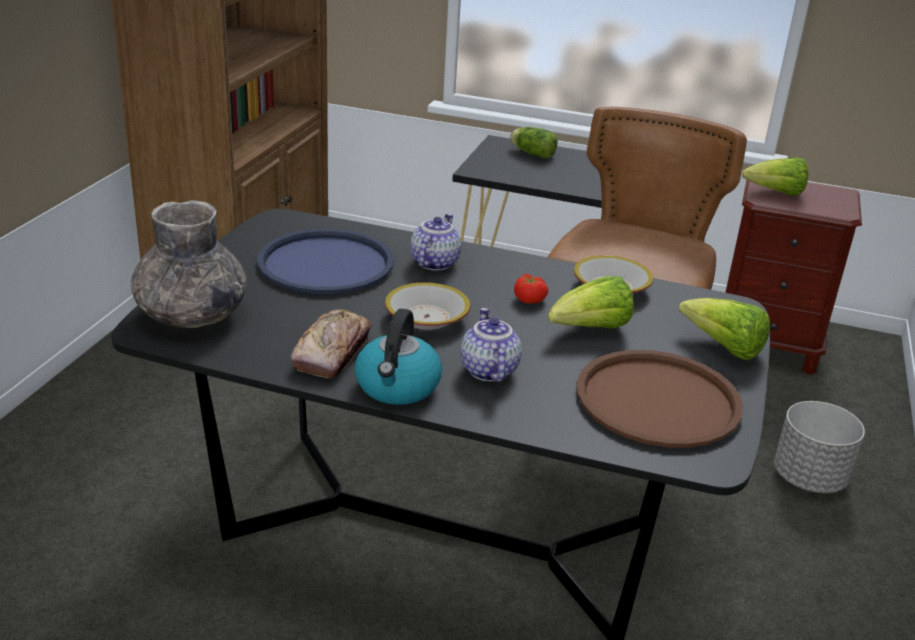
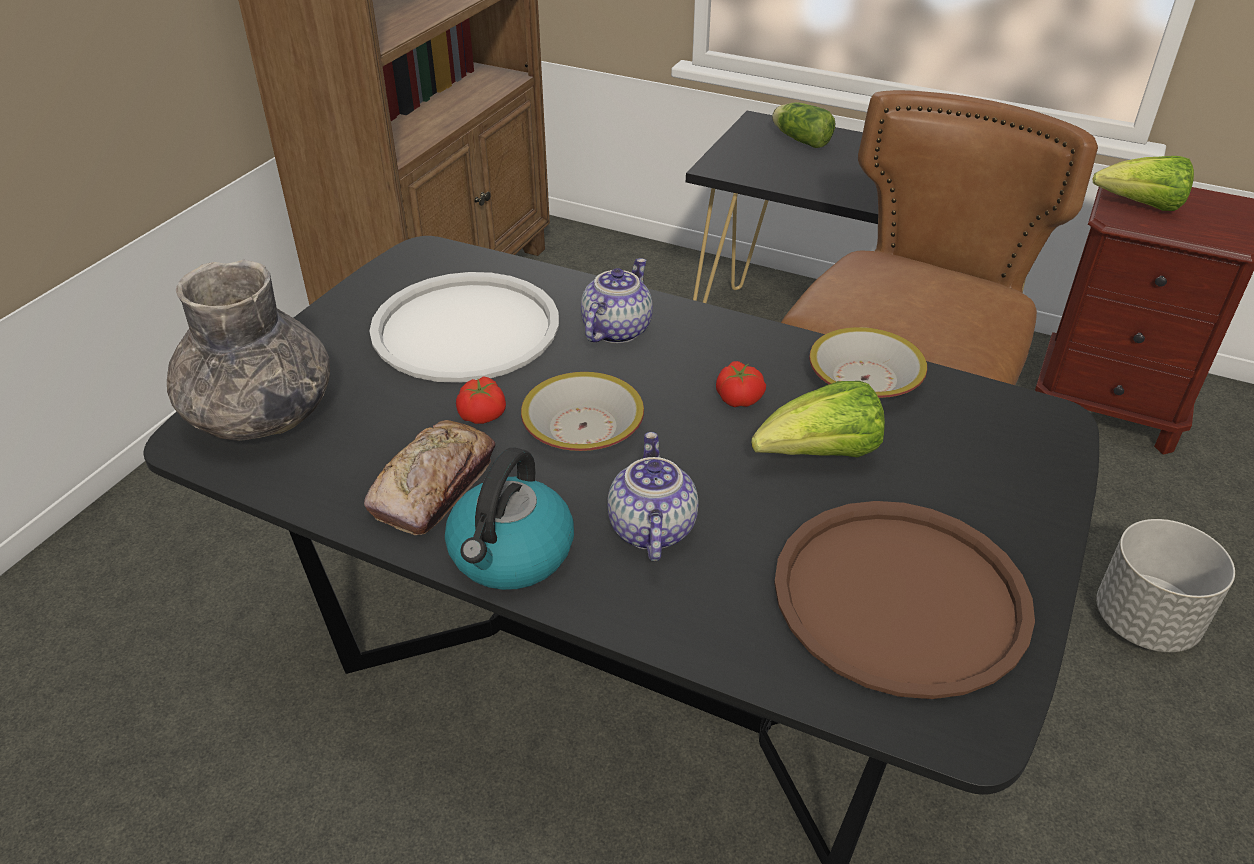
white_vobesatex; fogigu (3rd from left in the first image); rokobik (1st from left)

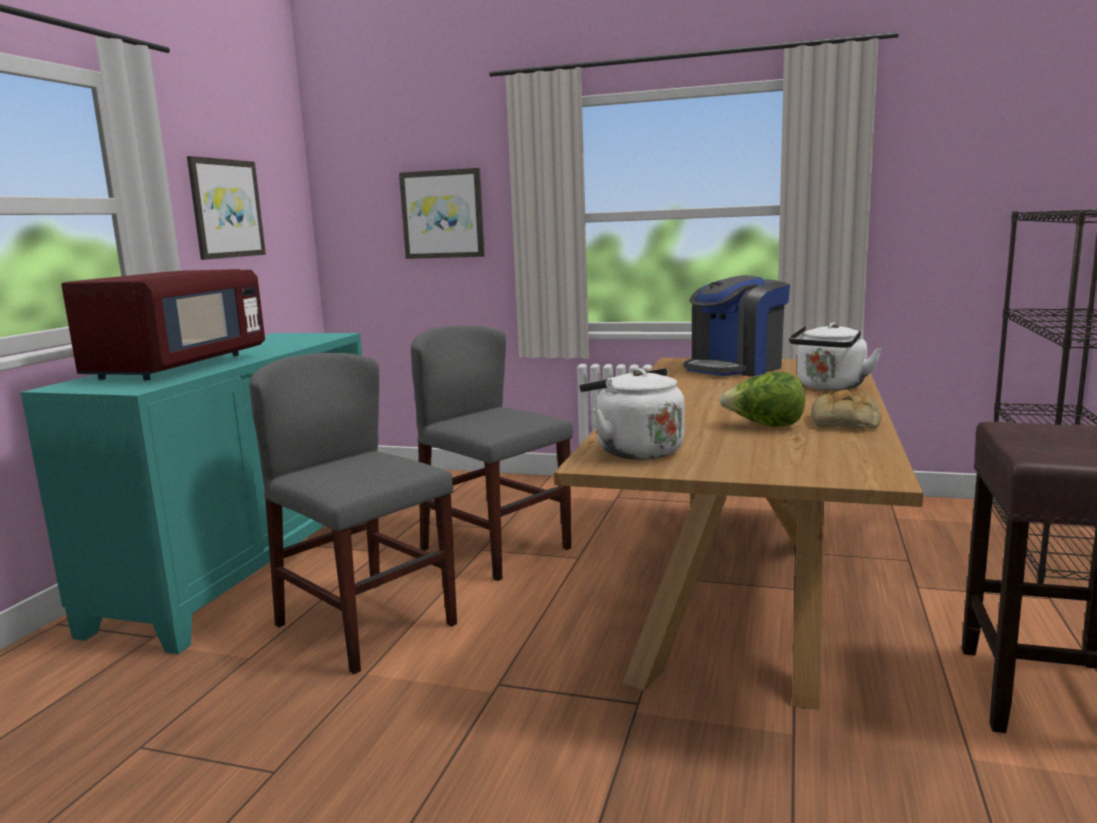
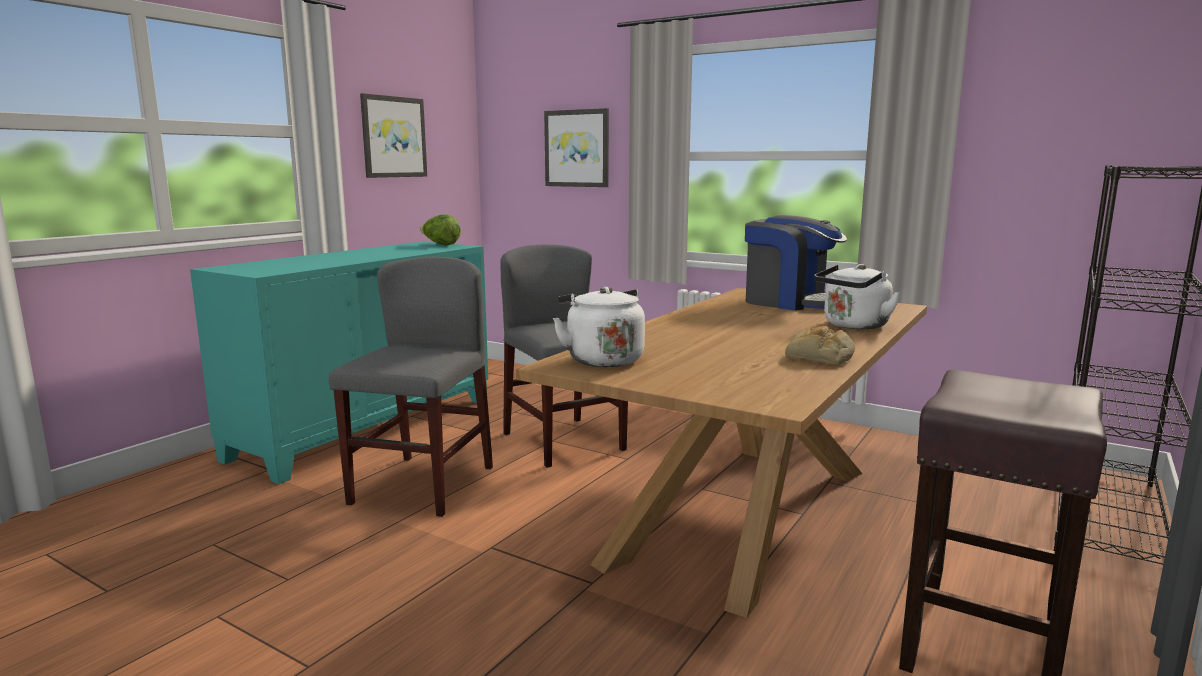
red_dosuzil; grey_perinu (1st from left); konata; fogigu

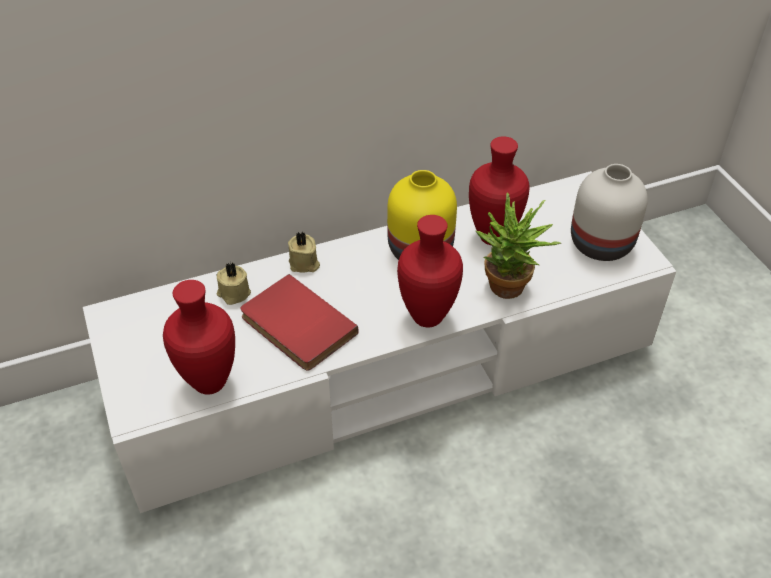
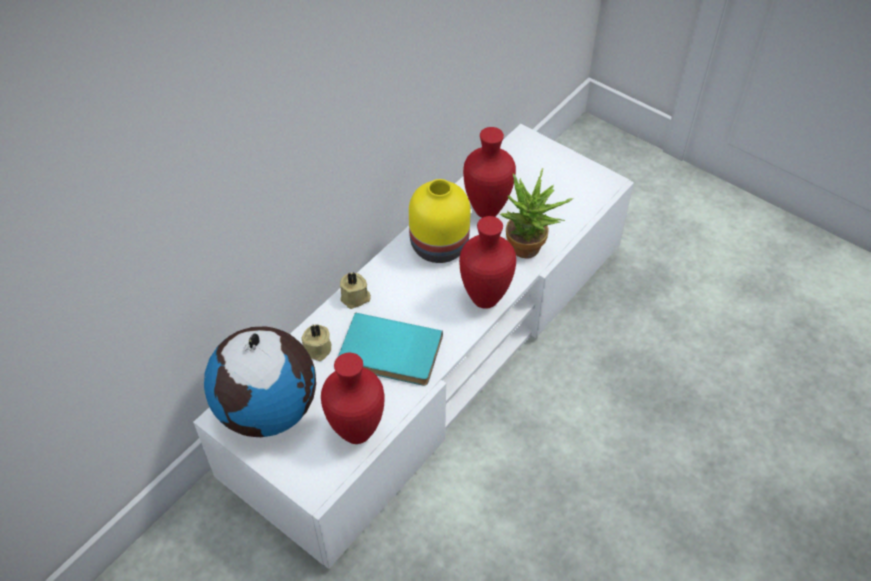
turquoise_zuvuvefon; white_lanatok; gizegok

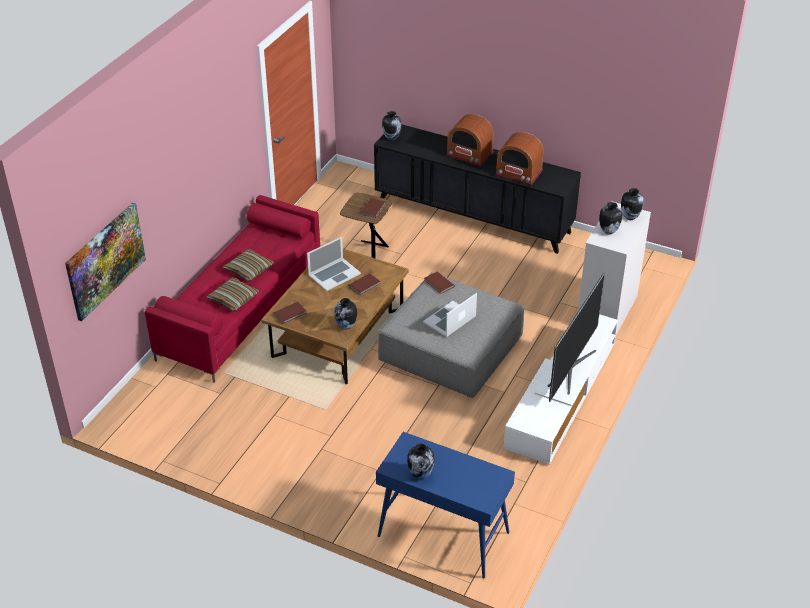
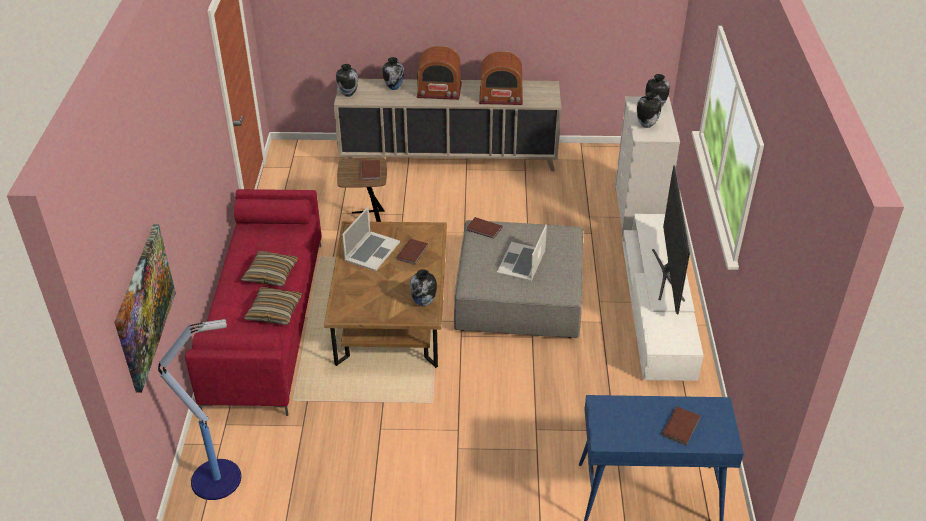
brown_zuvuvefon (4th from left); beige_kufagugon; lanatok (2nd from left); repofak

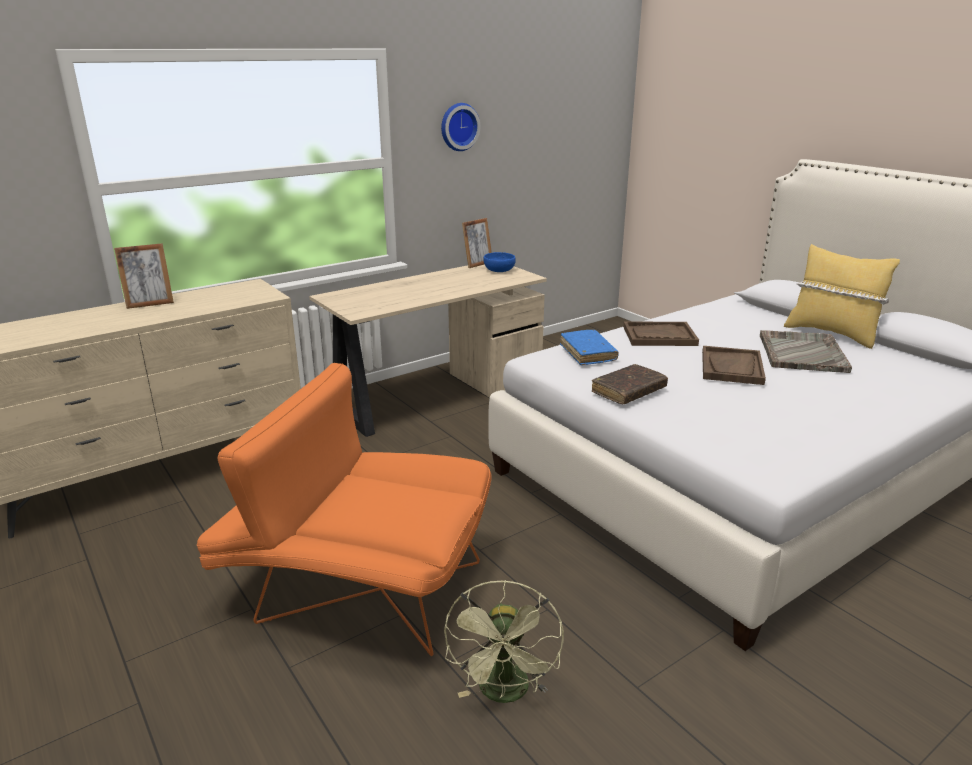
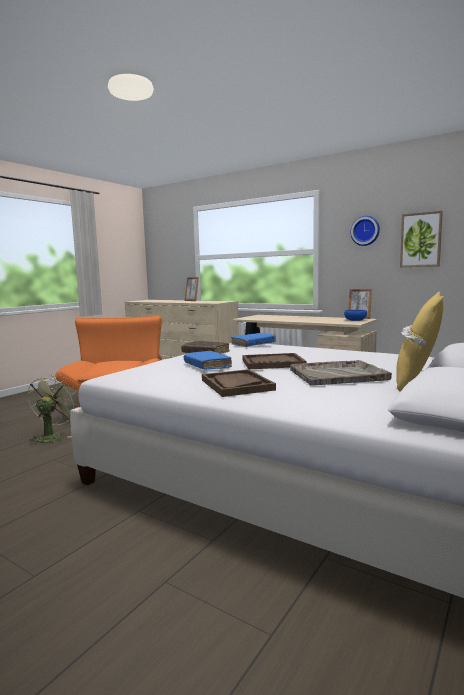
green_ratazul; brown_vobesatex (1st from left); blue_zuvuvefon (1st from left); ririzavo

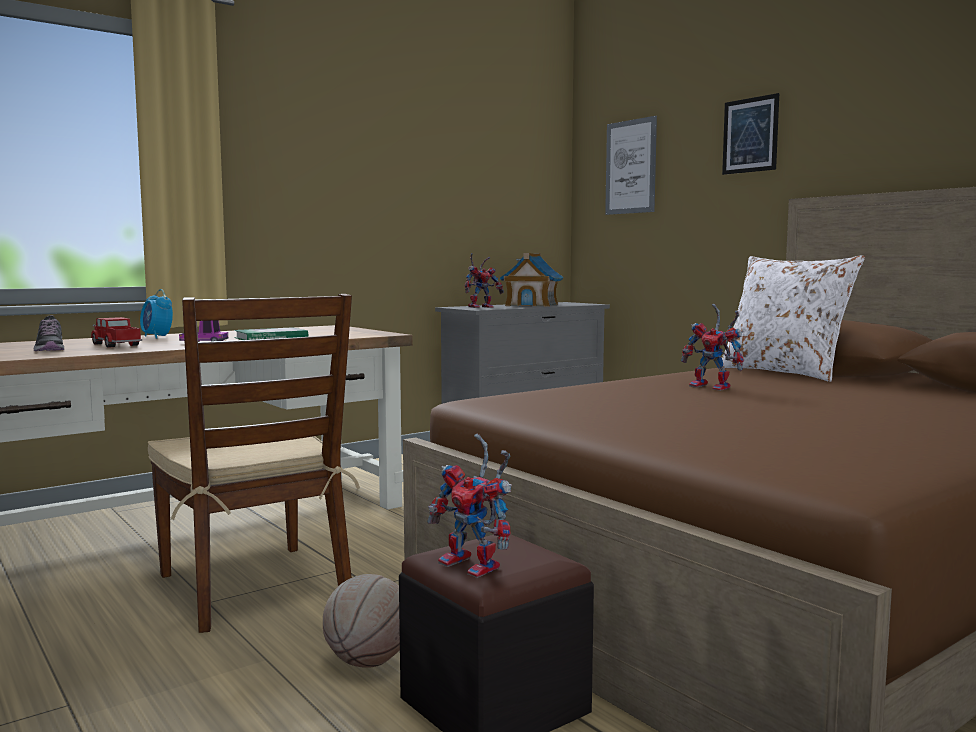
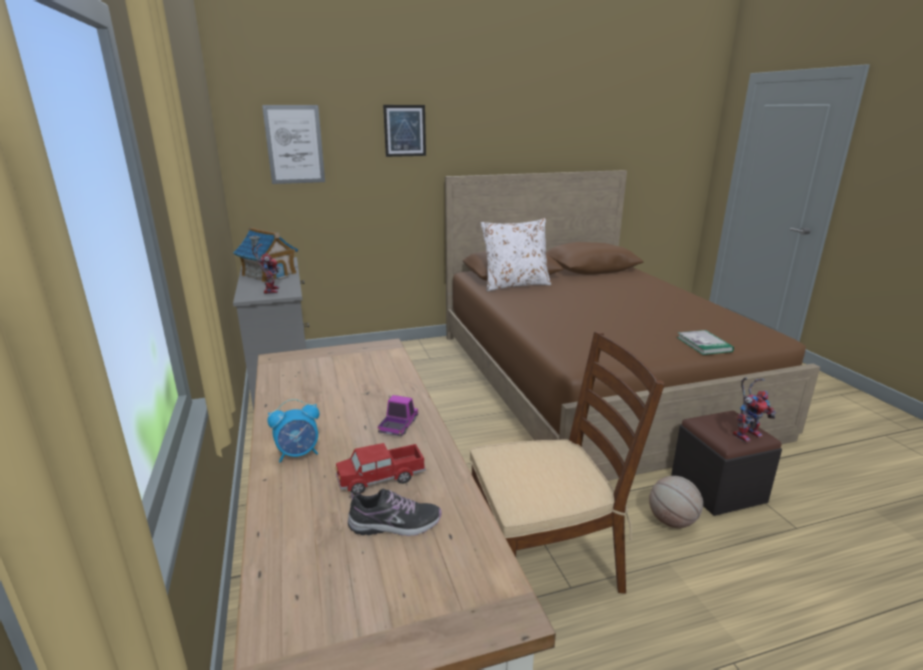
zuvuvefon; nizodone (3rd from left in the first image)

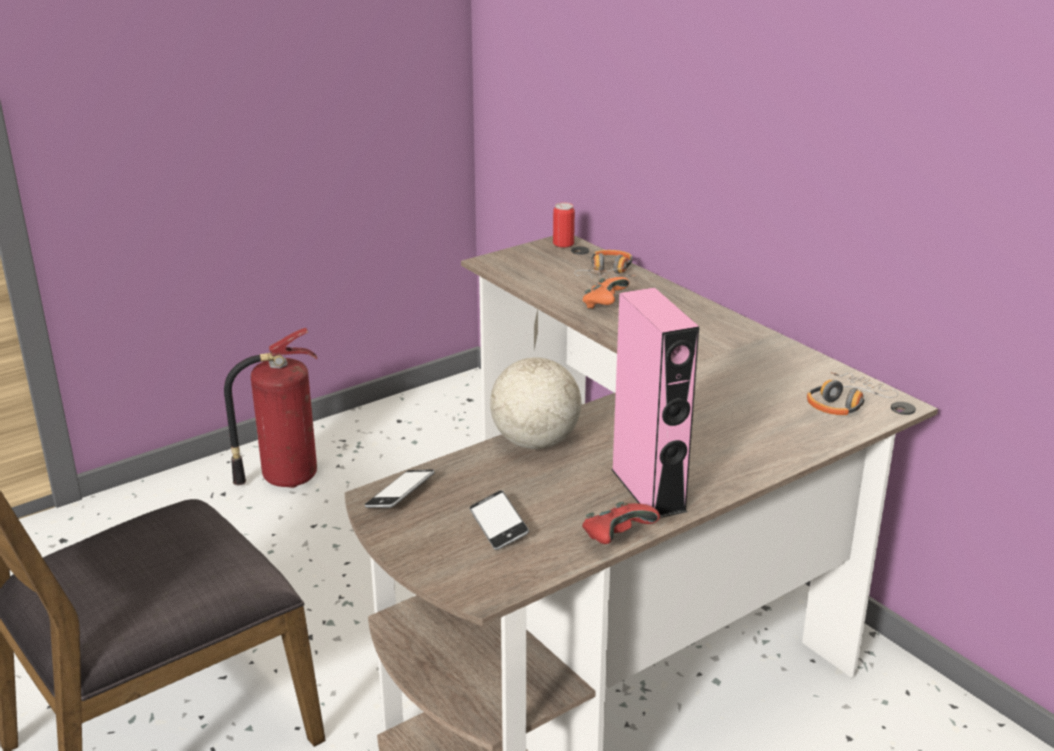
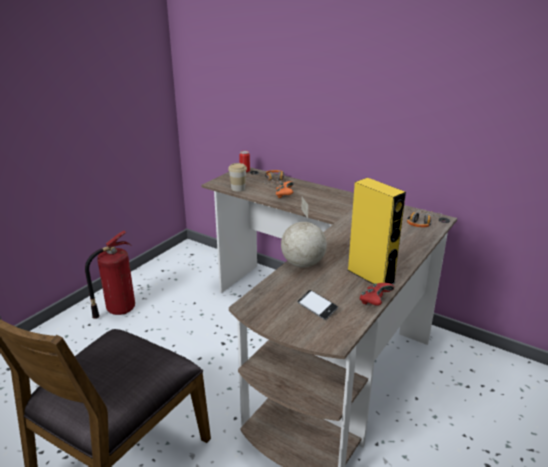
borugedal (1st from left in the first image); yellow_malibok; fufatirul

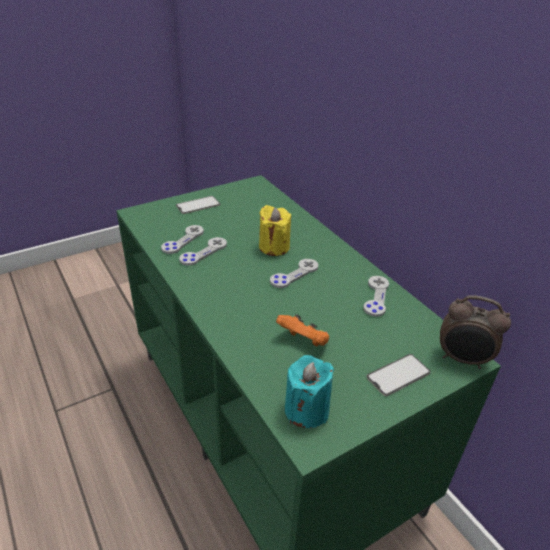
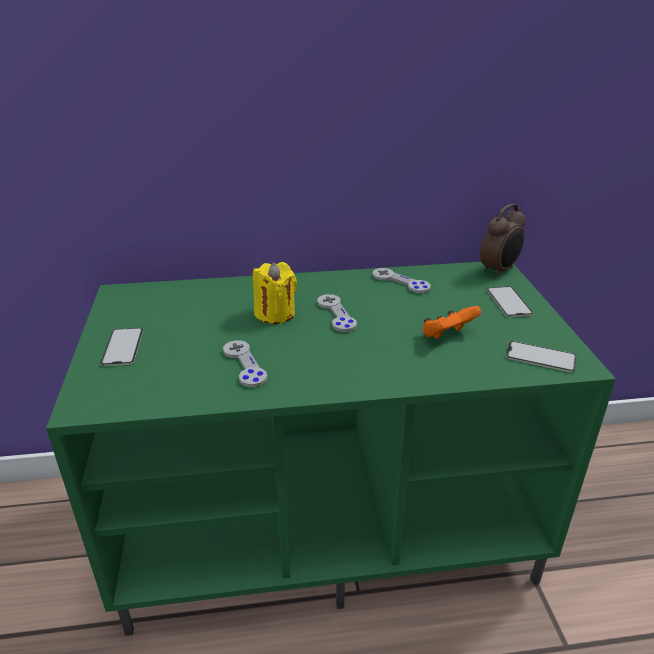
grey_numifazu (1st from left in the first image); borugedal (3rd from left)

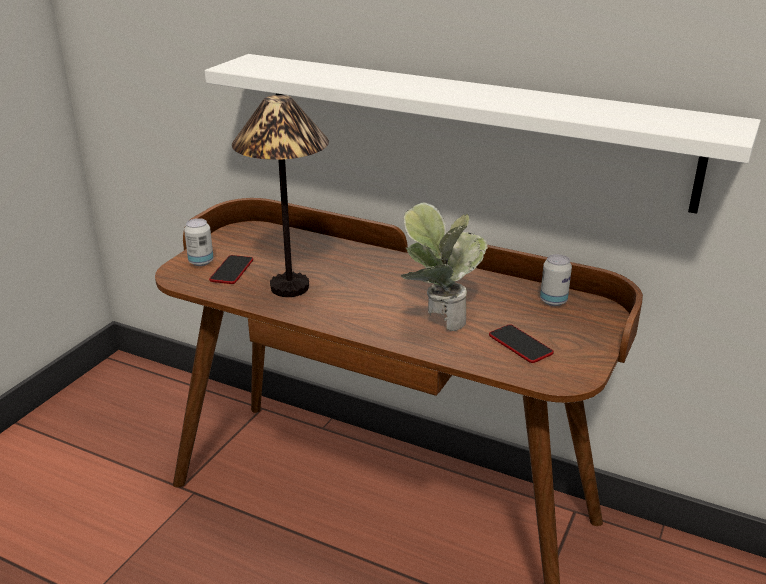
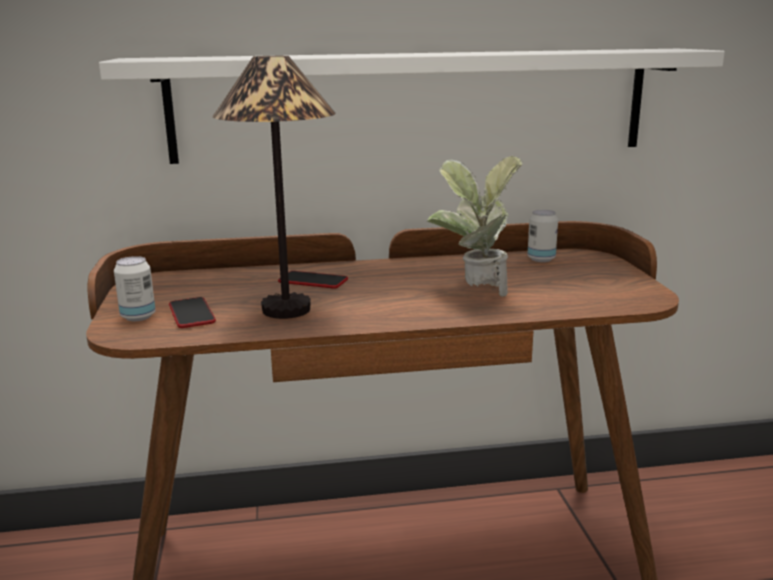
borugedal (2nd from left)

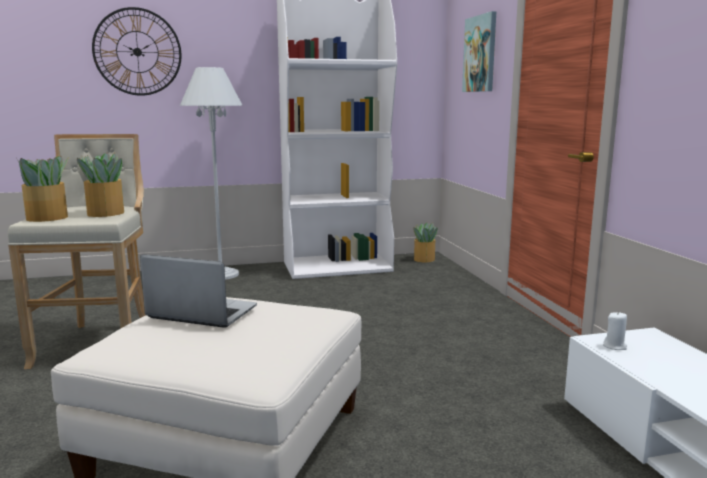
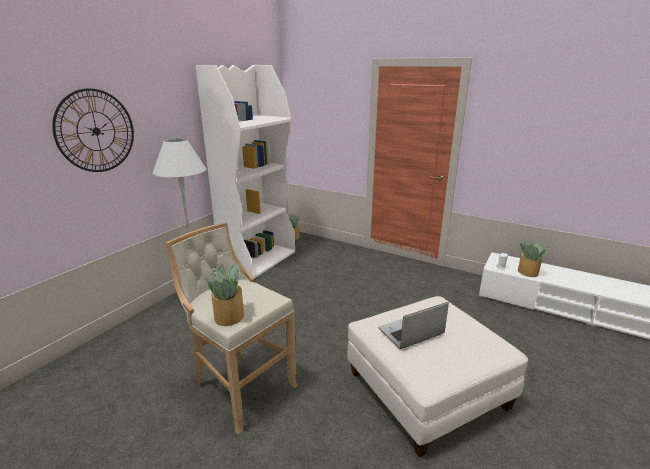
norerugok (3rd from left); ririzavo

